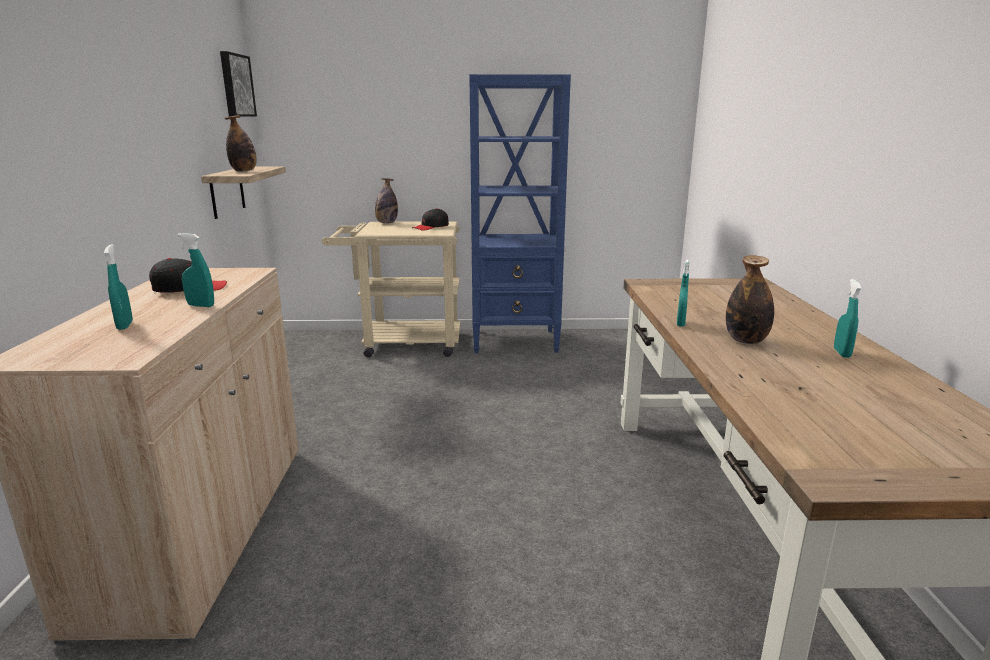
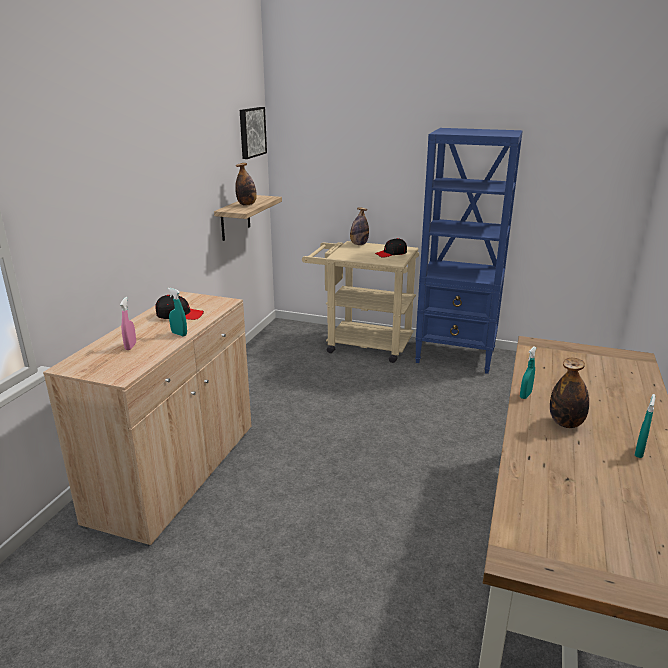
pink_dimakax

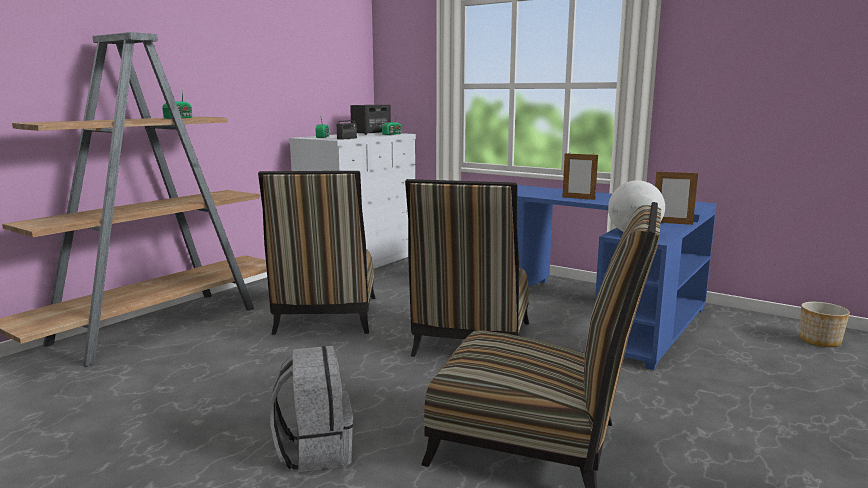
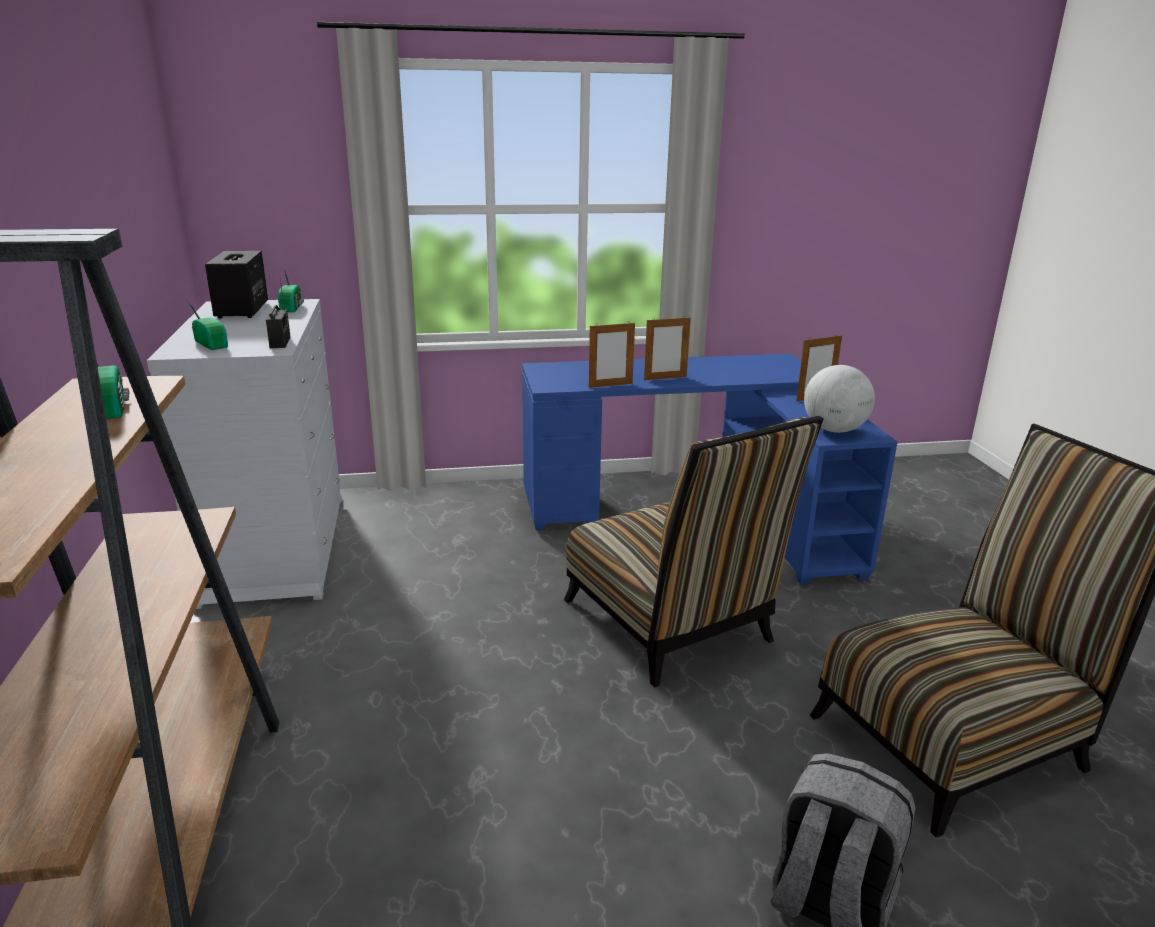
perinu (1st from left in the first image); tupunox; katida (1st from left)

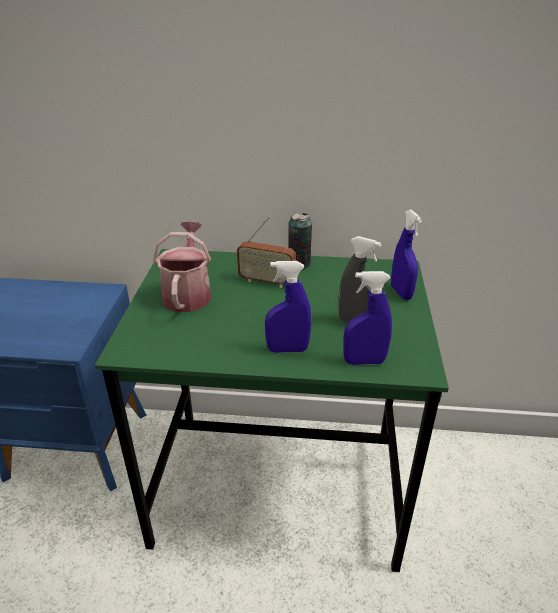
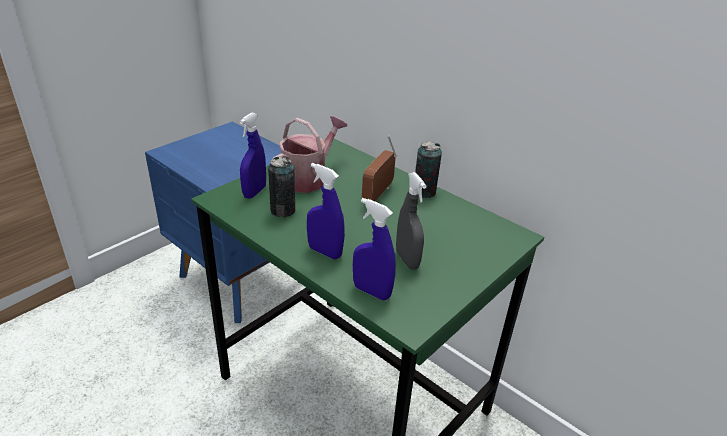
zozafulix; blue_dimakax (1st from left); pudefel (1st from left)

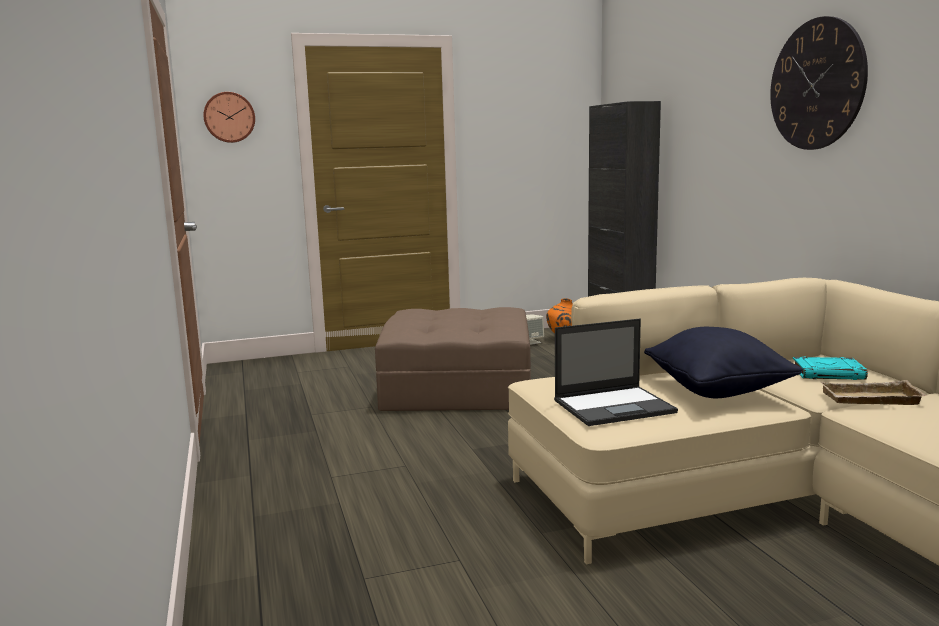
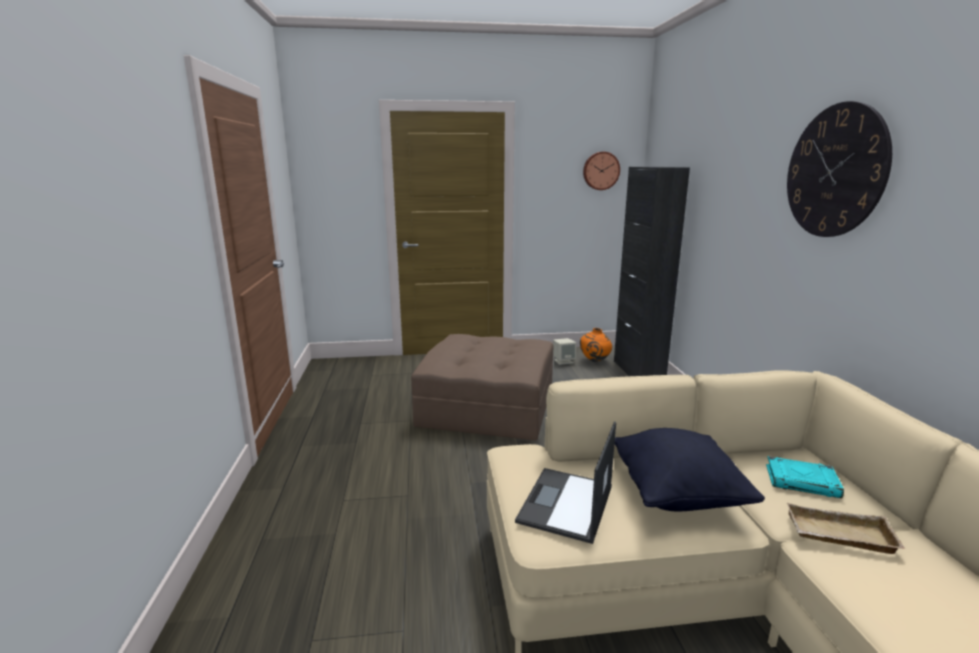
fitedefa (1st from left); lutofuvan

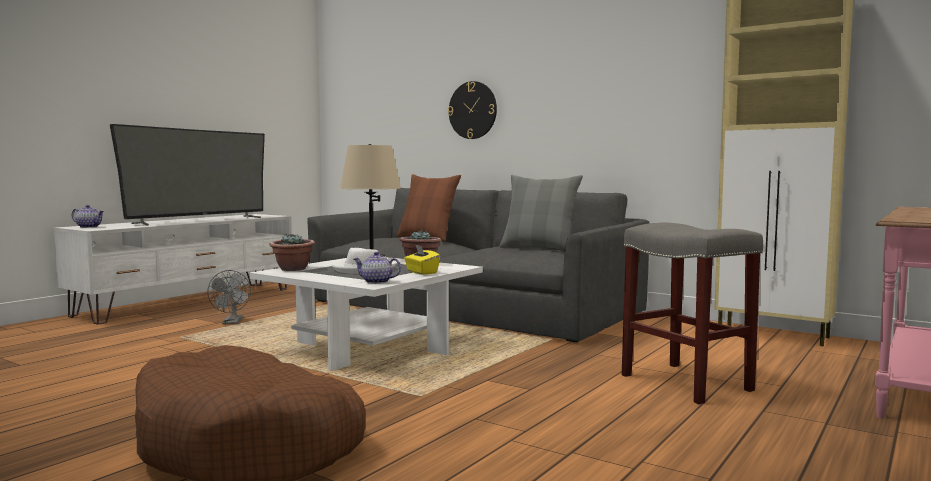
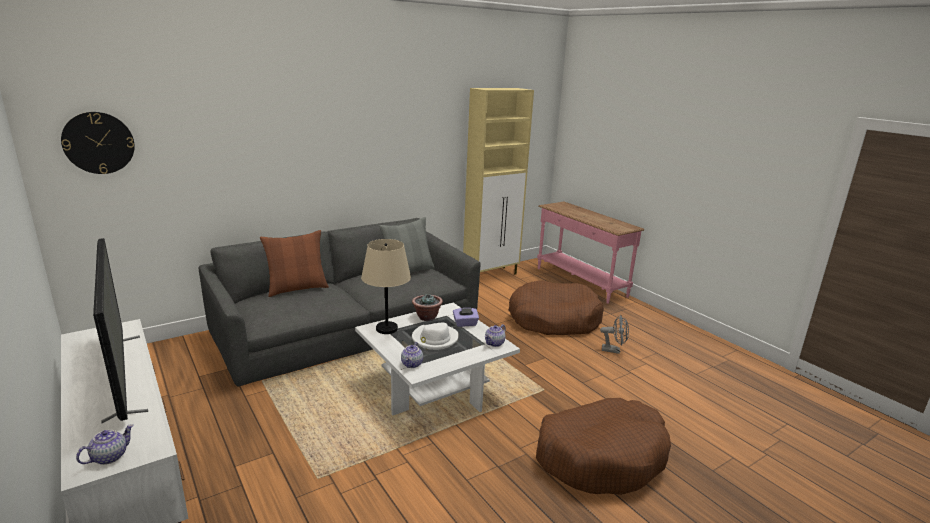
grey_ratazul; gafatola (2nd from left); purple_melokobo; fitedefa; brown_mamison (1st from left)

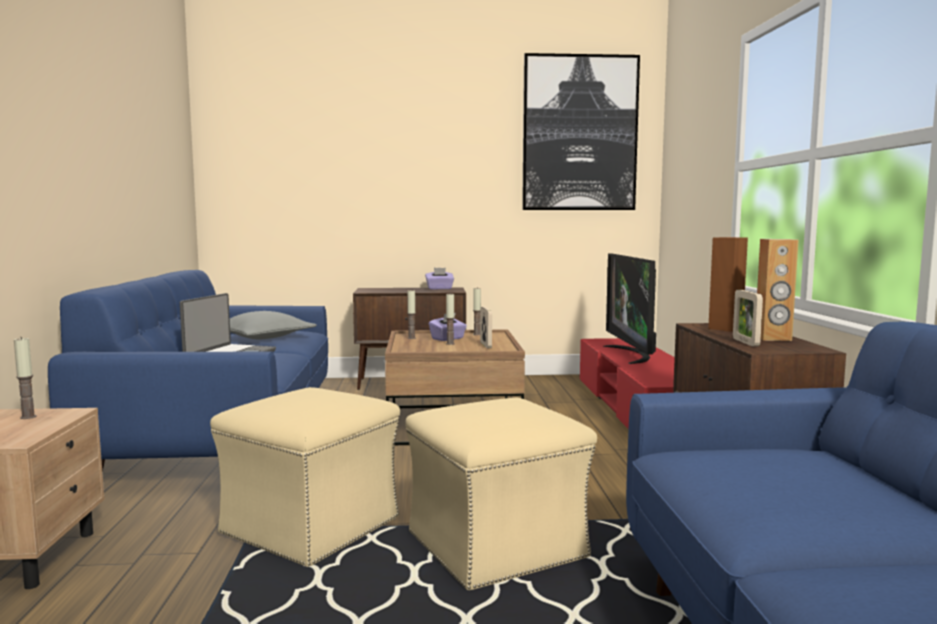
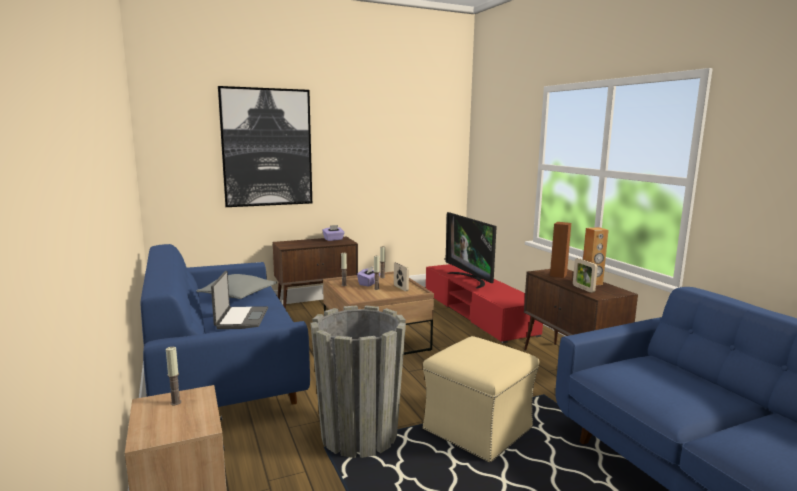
grey_tupunox; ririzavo

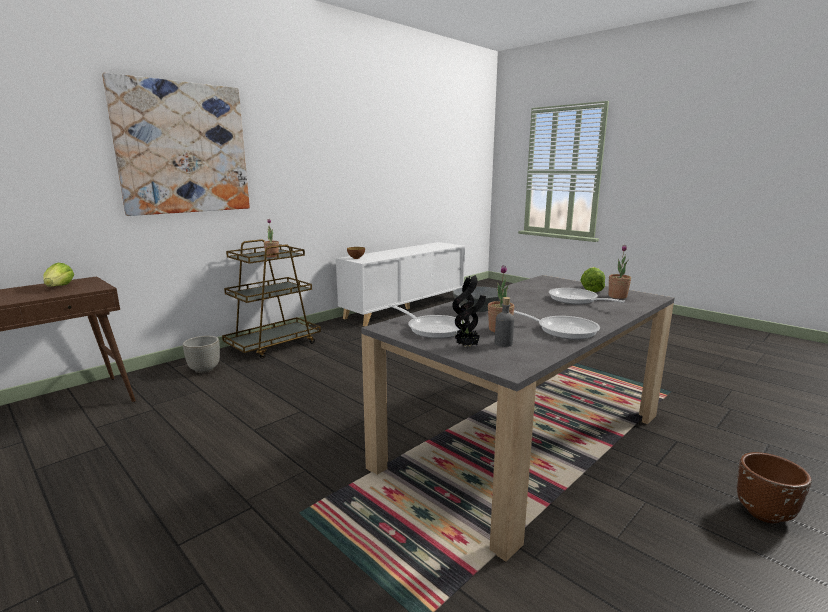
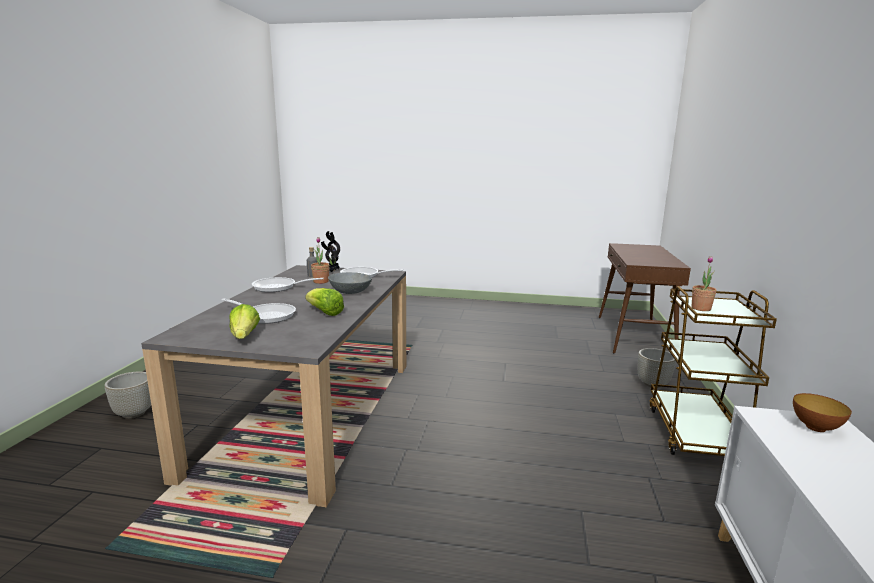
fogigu (2nd from left); ririzavo; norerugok (4th from left in the first image); grey_tupunox (1st from left)

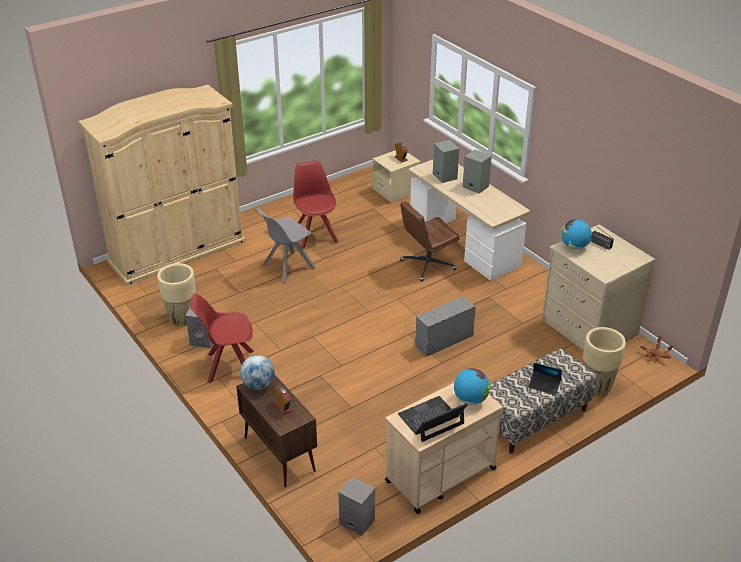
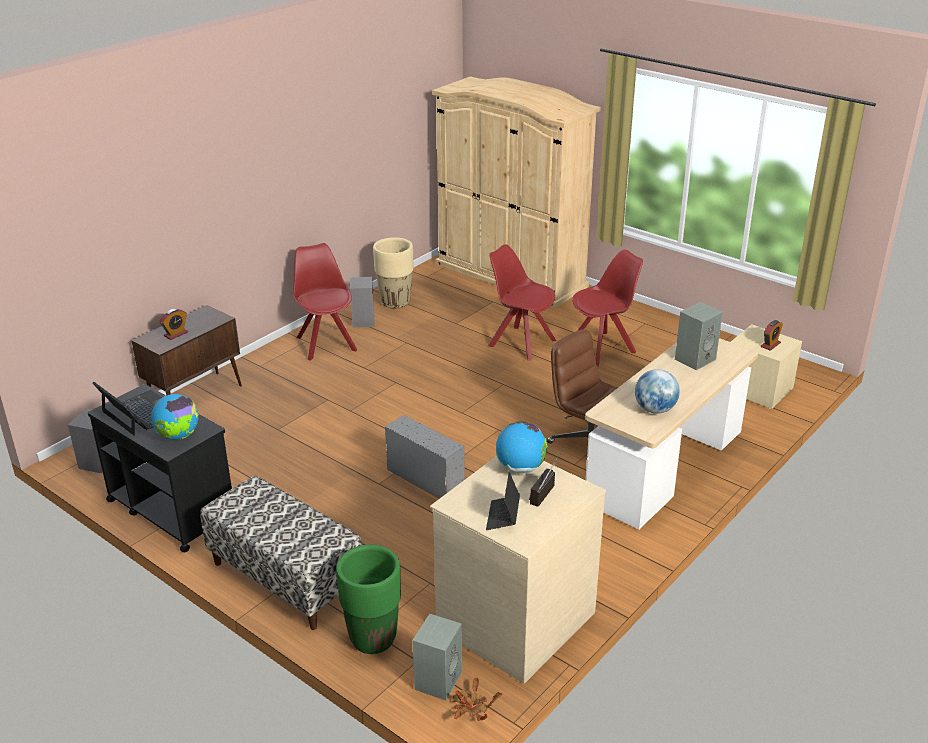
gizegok (3rd from left); red_perinu (2nd from left); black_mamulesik; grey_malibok (3rd from left); lutofuvan (2nd from left); green_tupunox

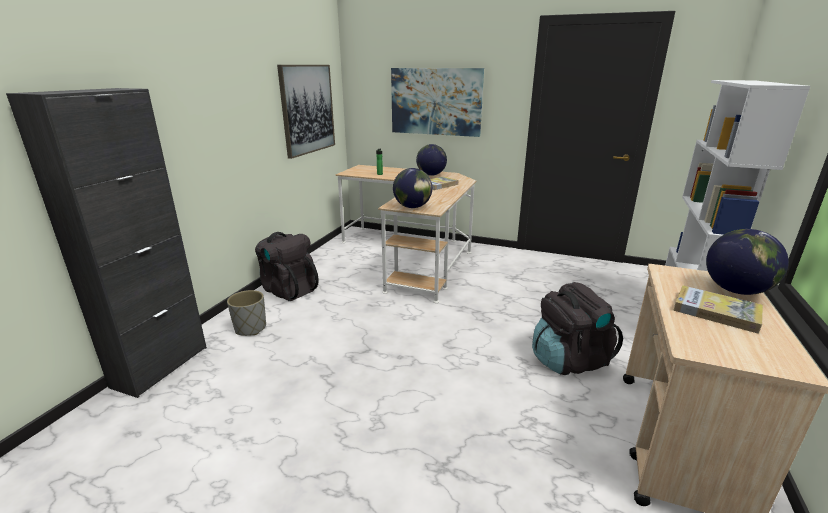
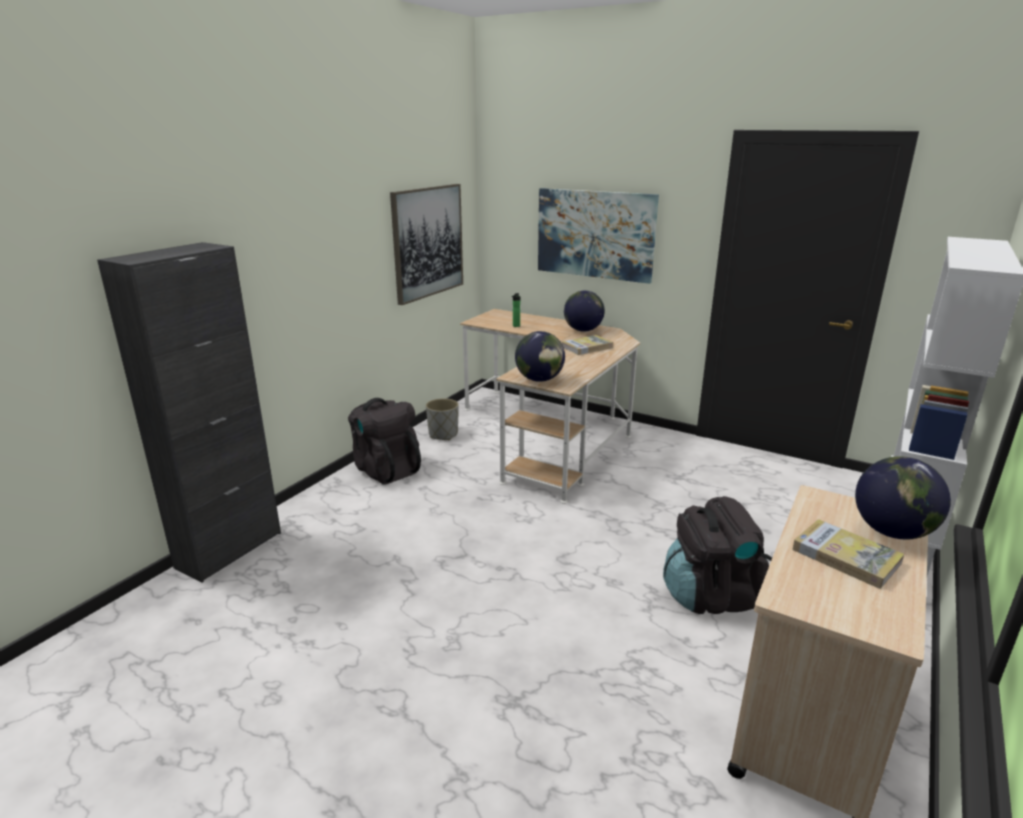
grey_tupunox

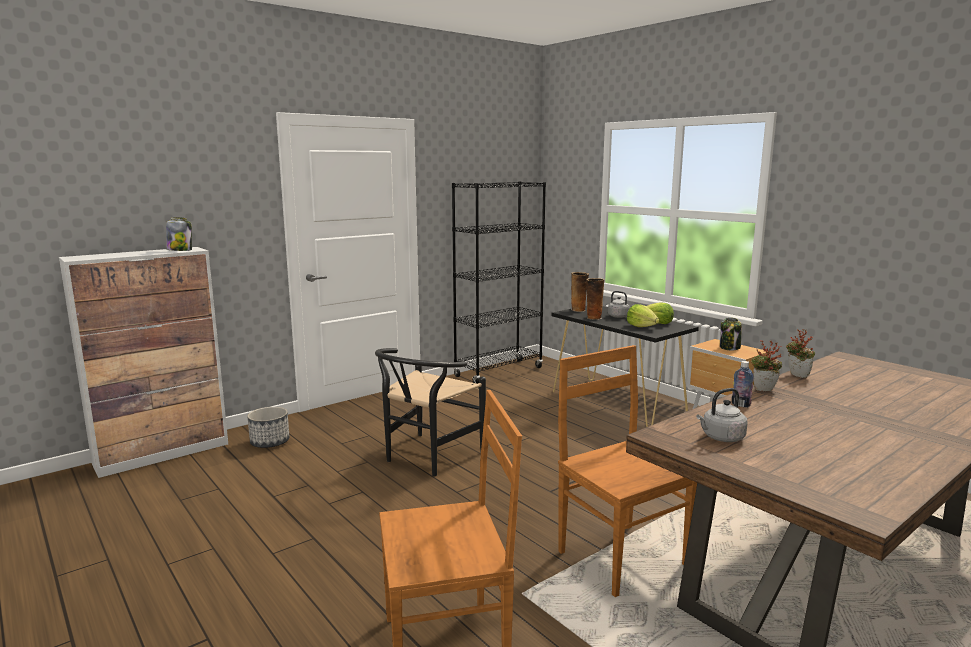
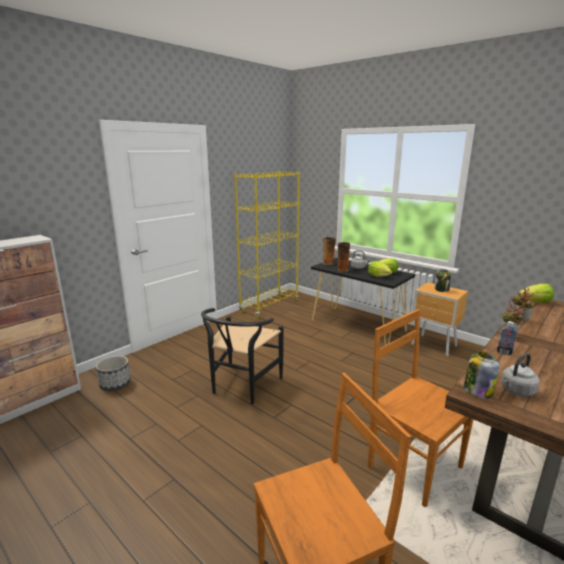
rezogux (2nd from left); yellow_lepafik; fogigu (3rd from left)

